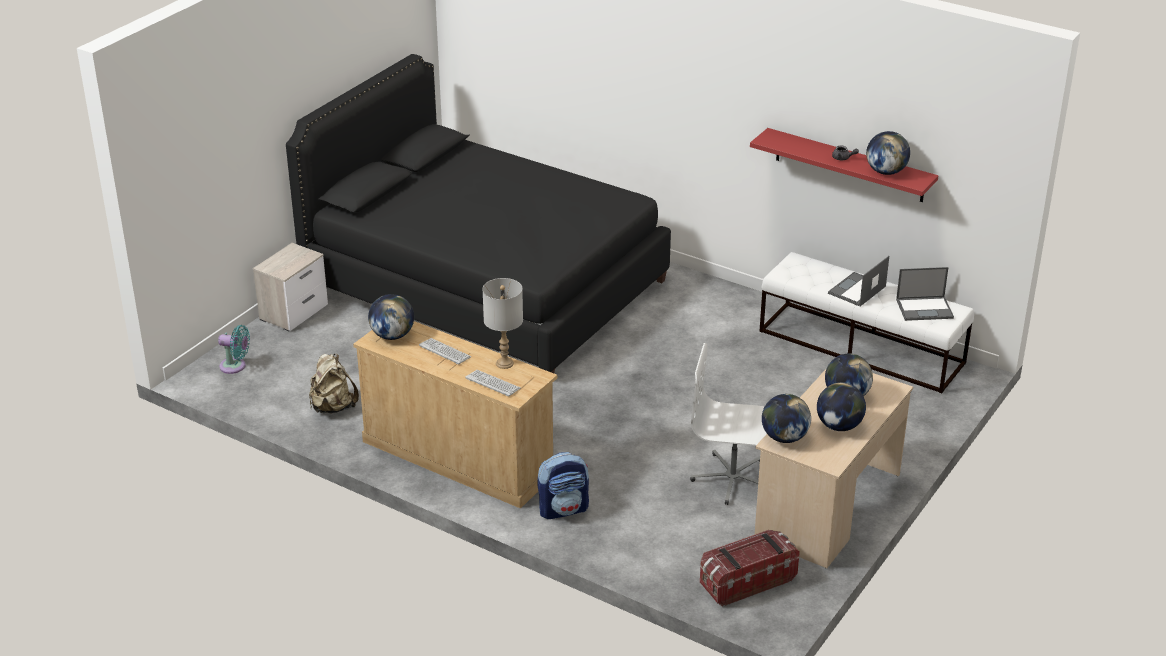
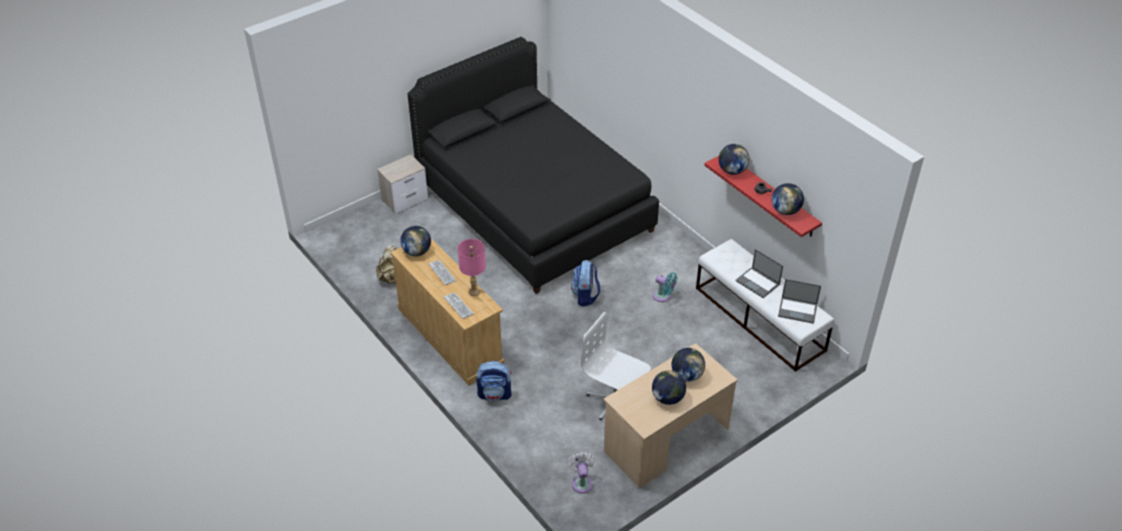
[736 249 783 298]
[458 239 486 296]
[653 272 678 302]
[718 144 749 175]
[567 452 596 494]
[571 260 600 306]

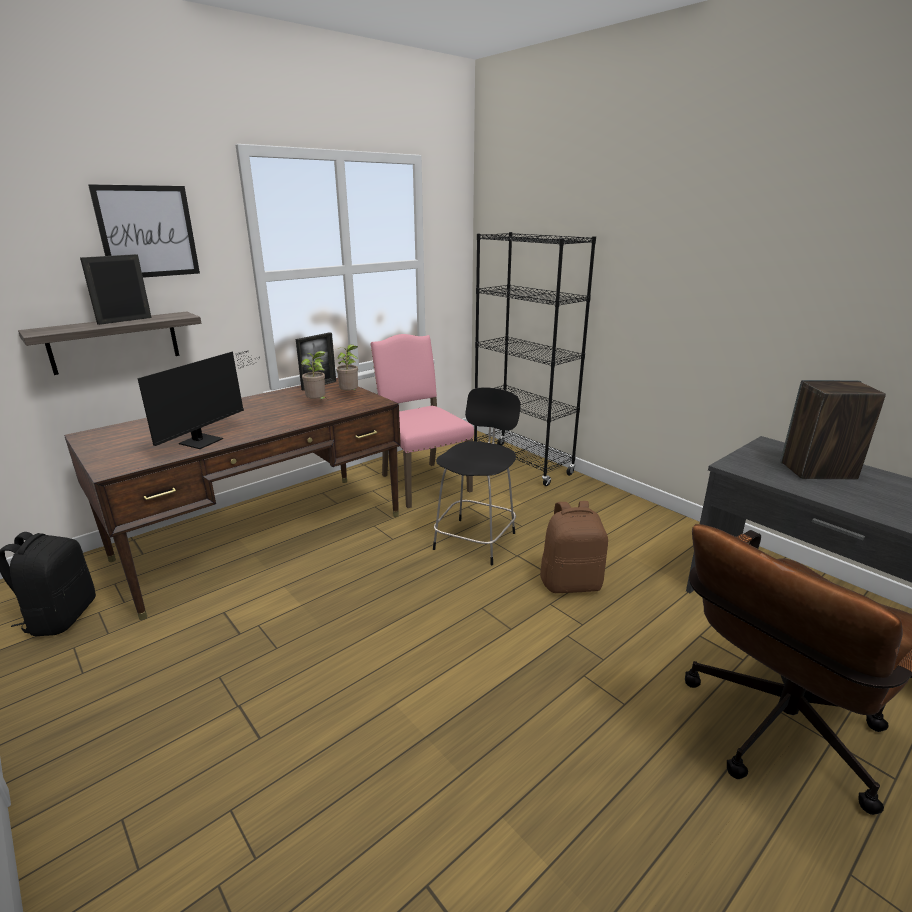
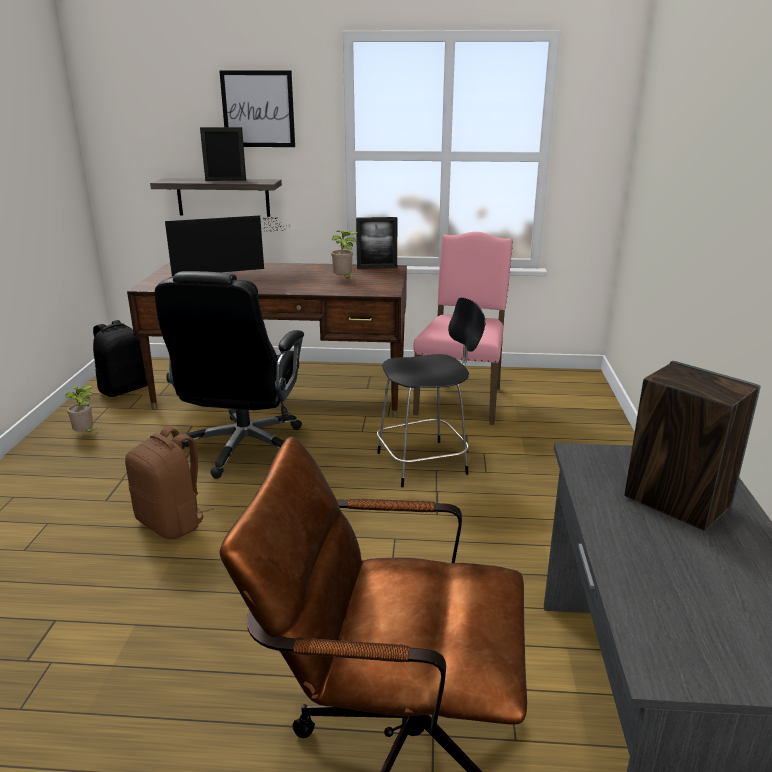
[474 232 596 486] (first image)
[65 385 98 432]
[125 427 214 539]
[155 271 304 479]

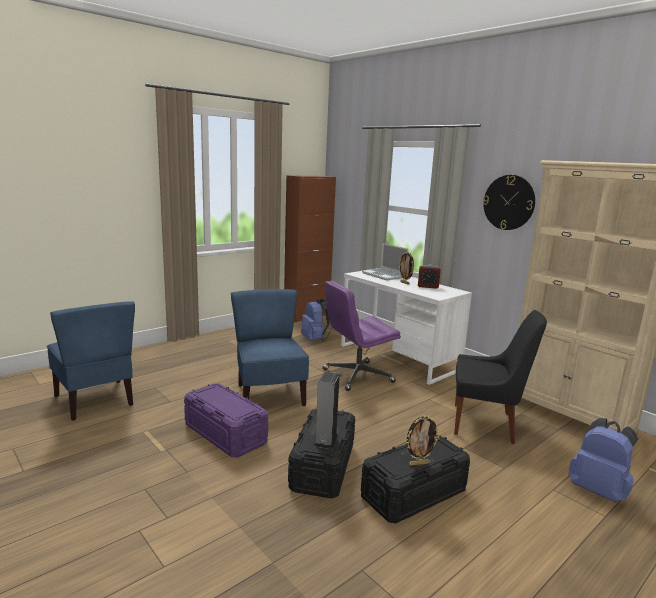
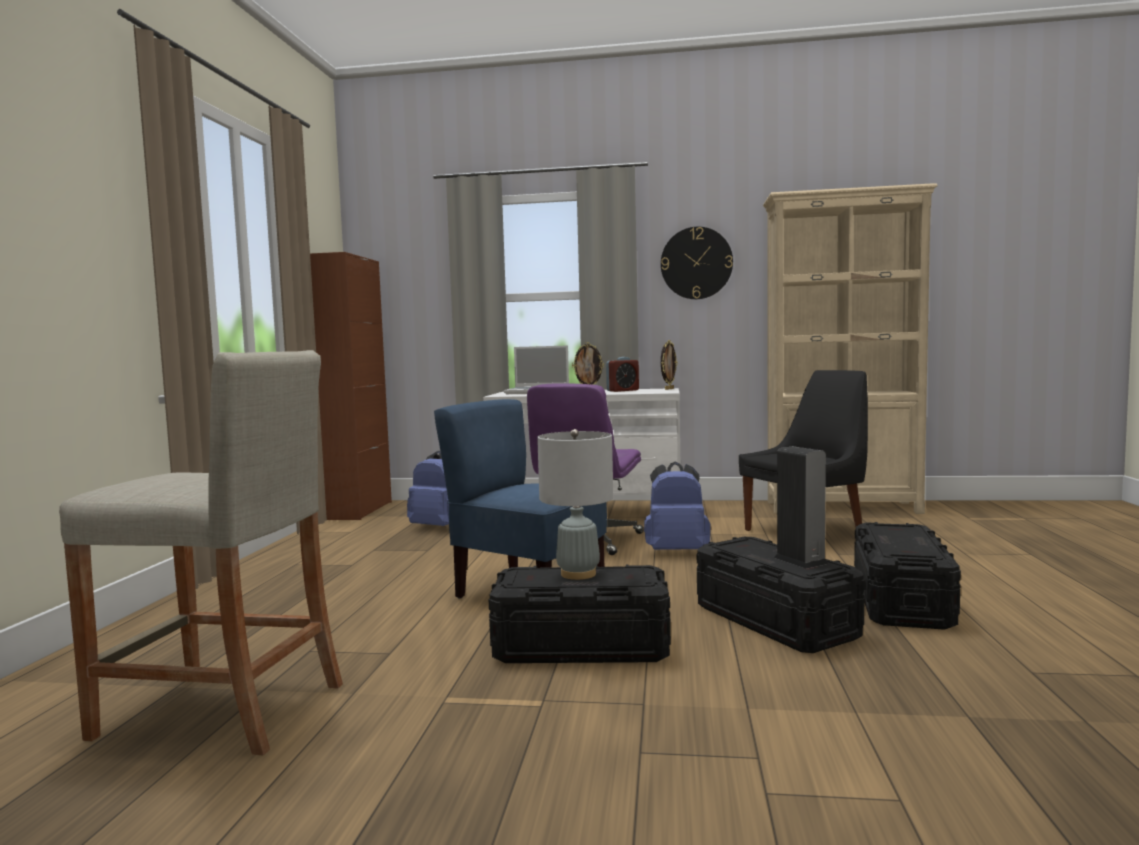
[59 350 343 756]
[489 564 671 663]
[661 340 678 390]
[644 462 711 550]
[537 429 613 580]

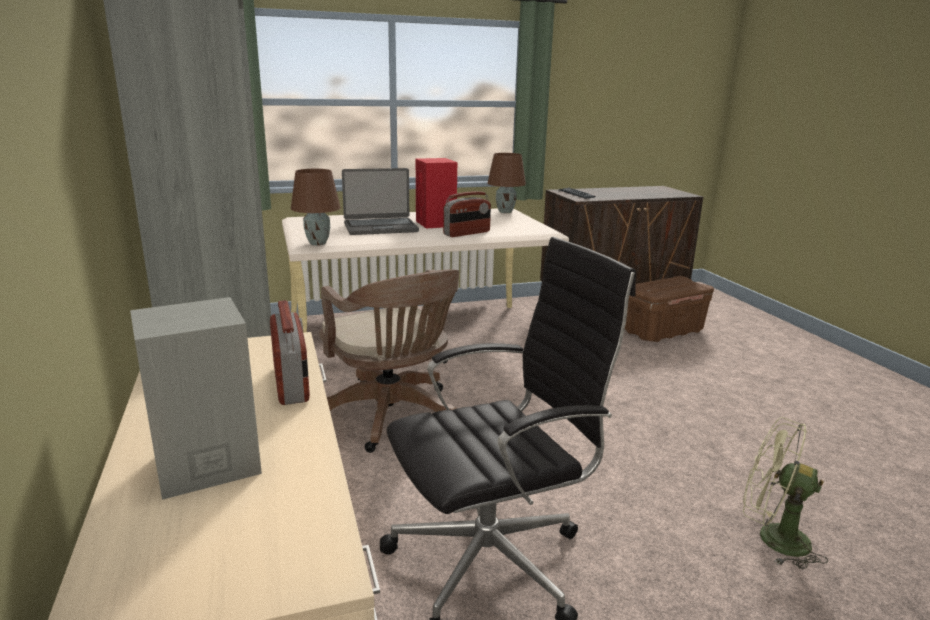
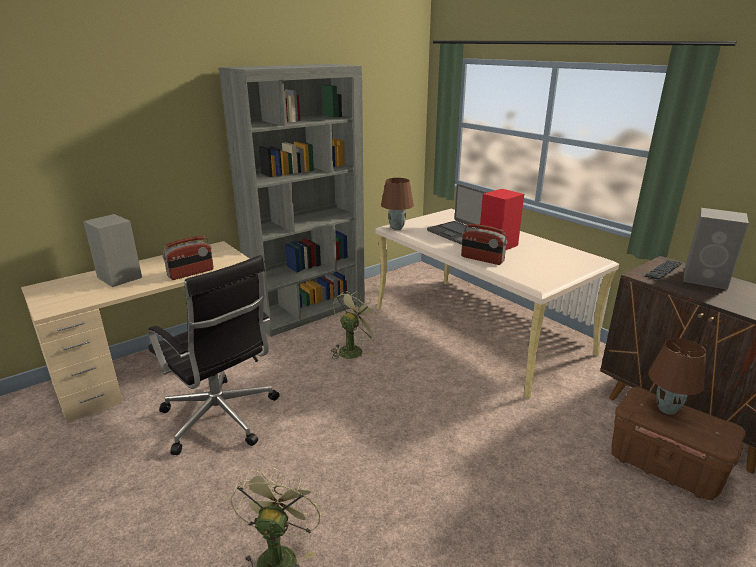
[648 338 706 414]
[331 291 381 359]
[683 208 749 290]

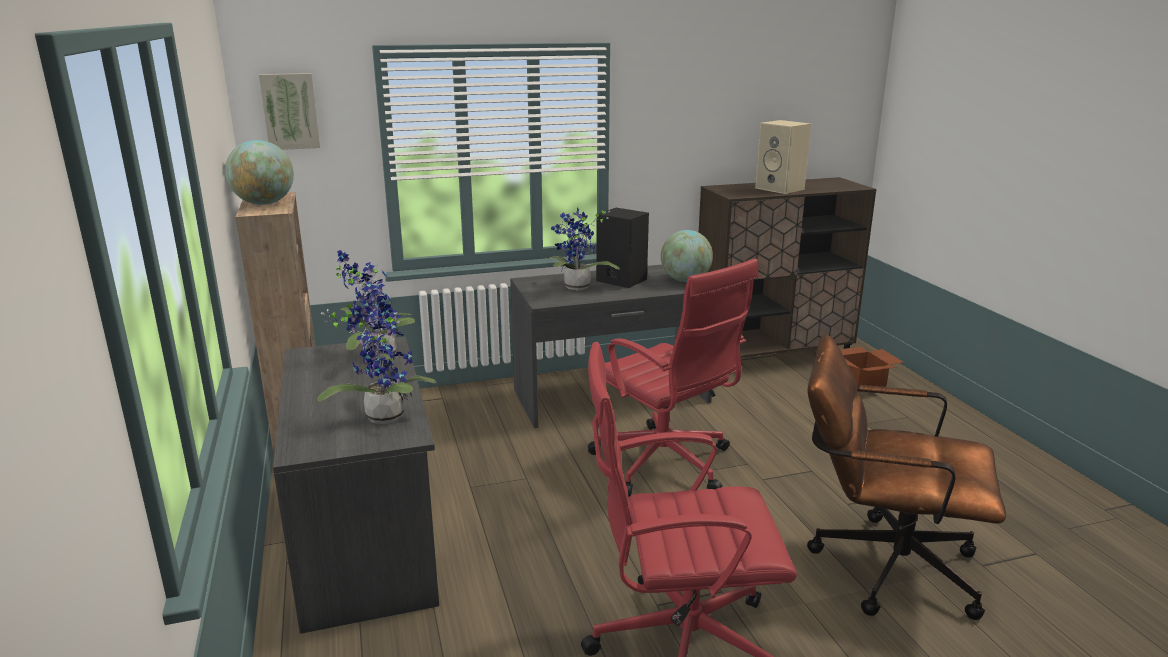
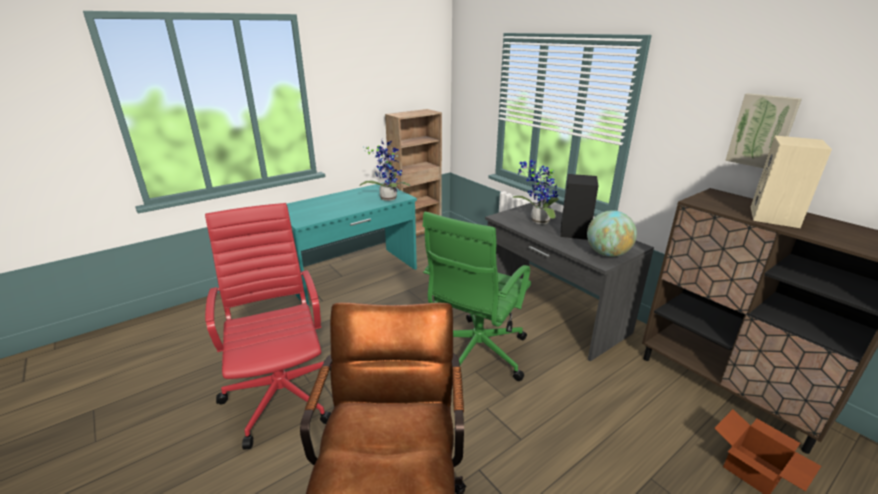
[725 93 802 168]
[225 140 294 205] (first image)
[423 212 531 385]
[317 287 436 424] (first image)
[287 182 417 305]

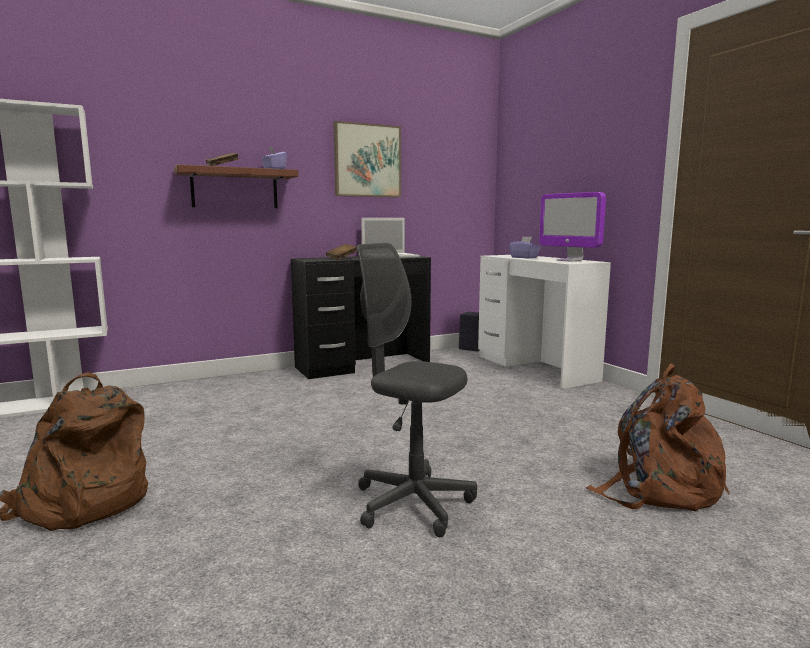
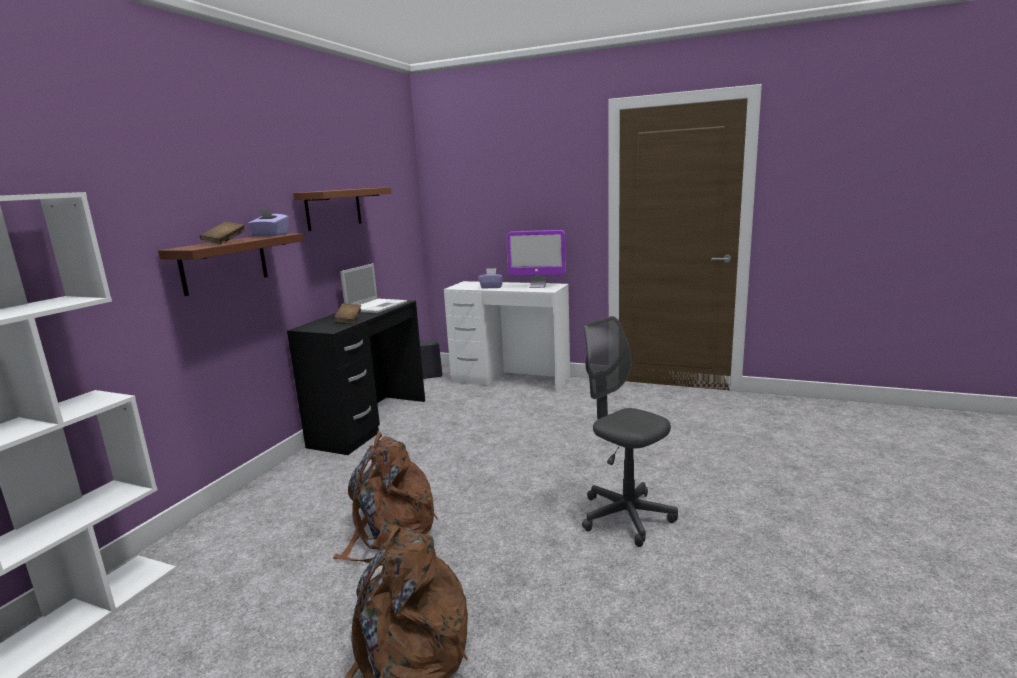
[293 187 391 231]
[582 316 678 547]
[333 431 438 563]

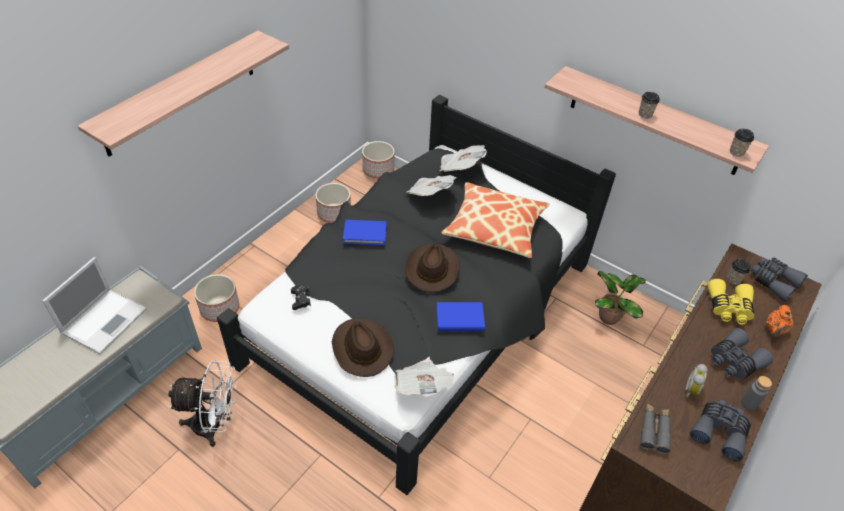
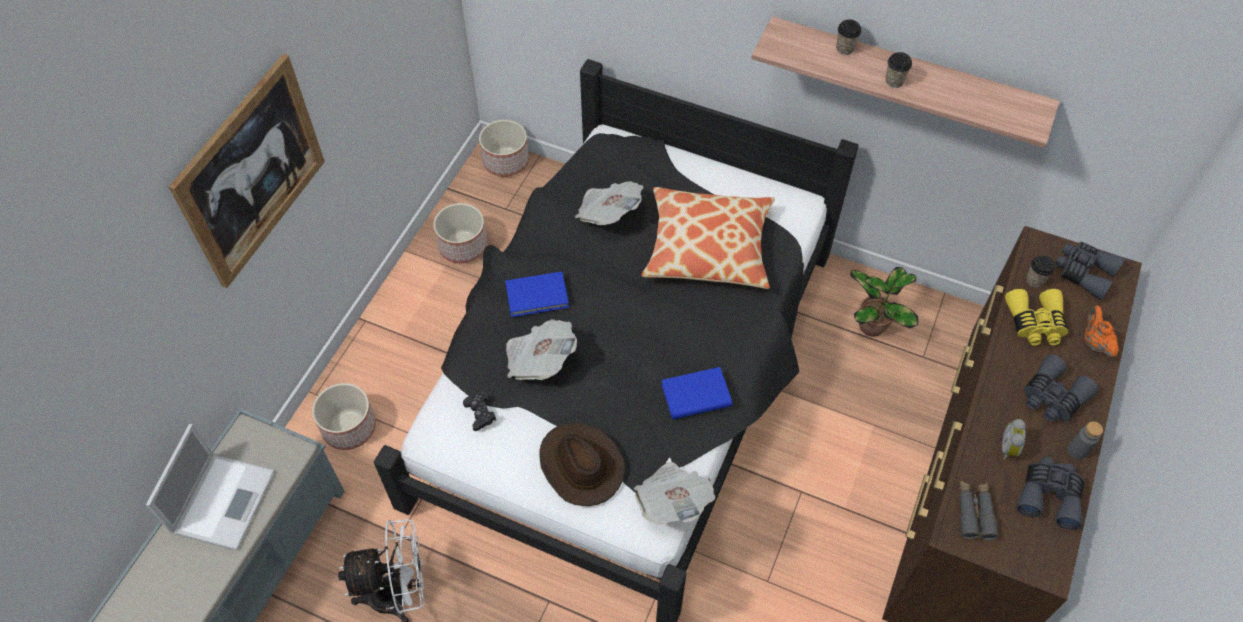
[169 54 325 288]
[836 19 862 55]
[506 319 577 380]
[405 243 460 293] (first image)
[1084 305 1119 358]

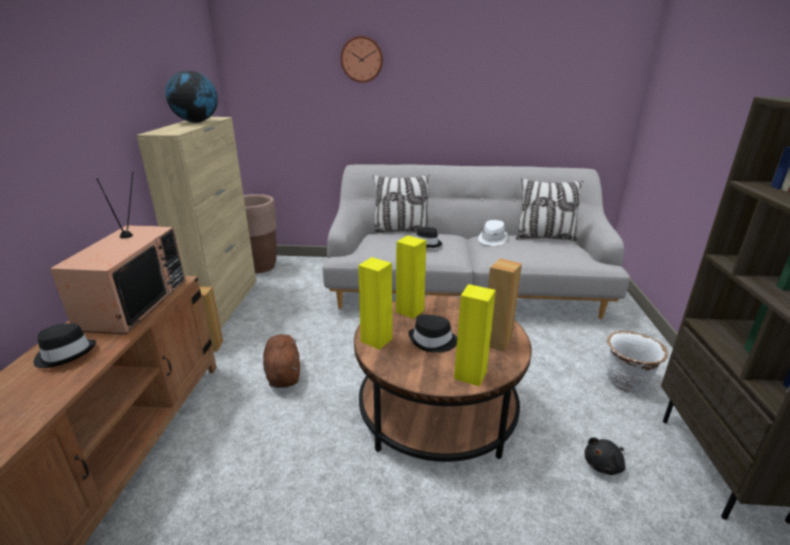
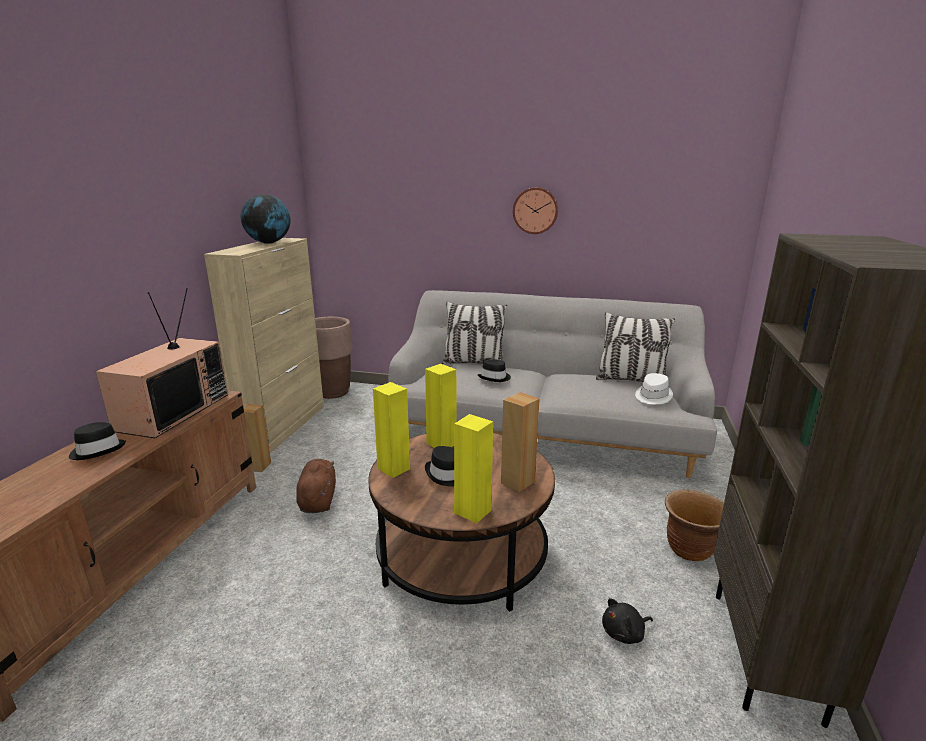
[513 187 558 234]
[635 373 673 404]
[665 490 724 561]

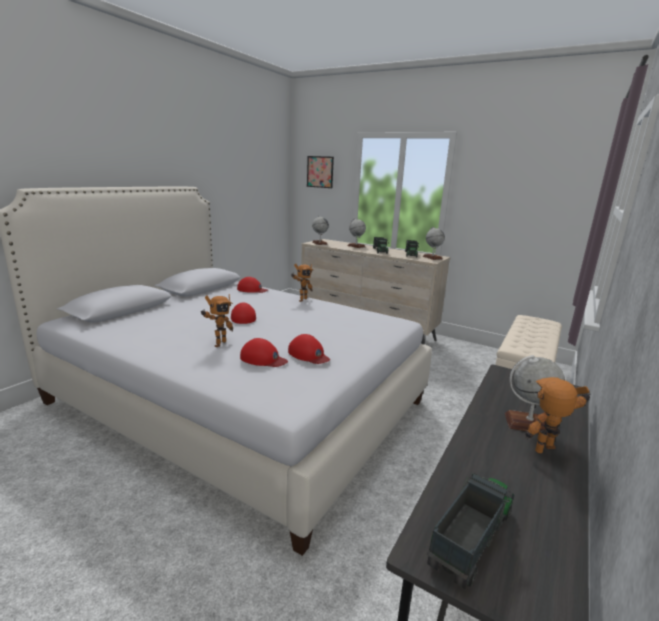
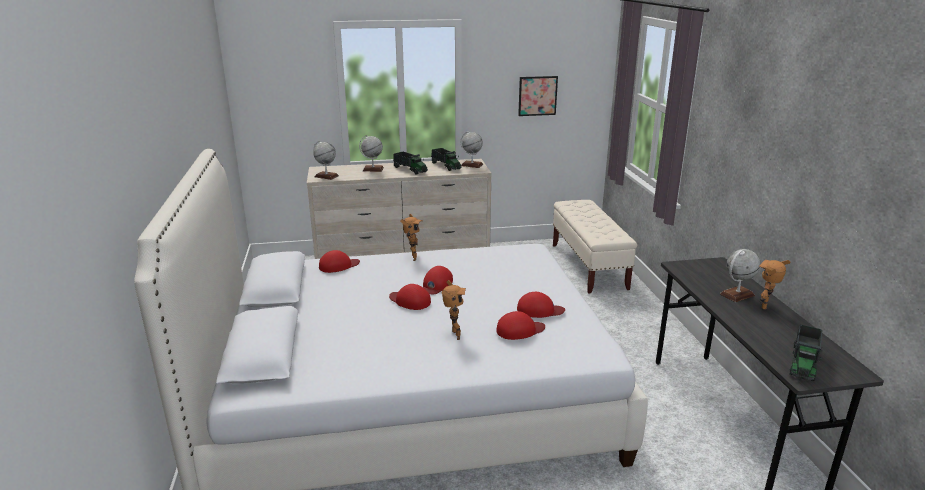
[518 76 558 116]
[790 325 823 381]
[423 266 453 294]

